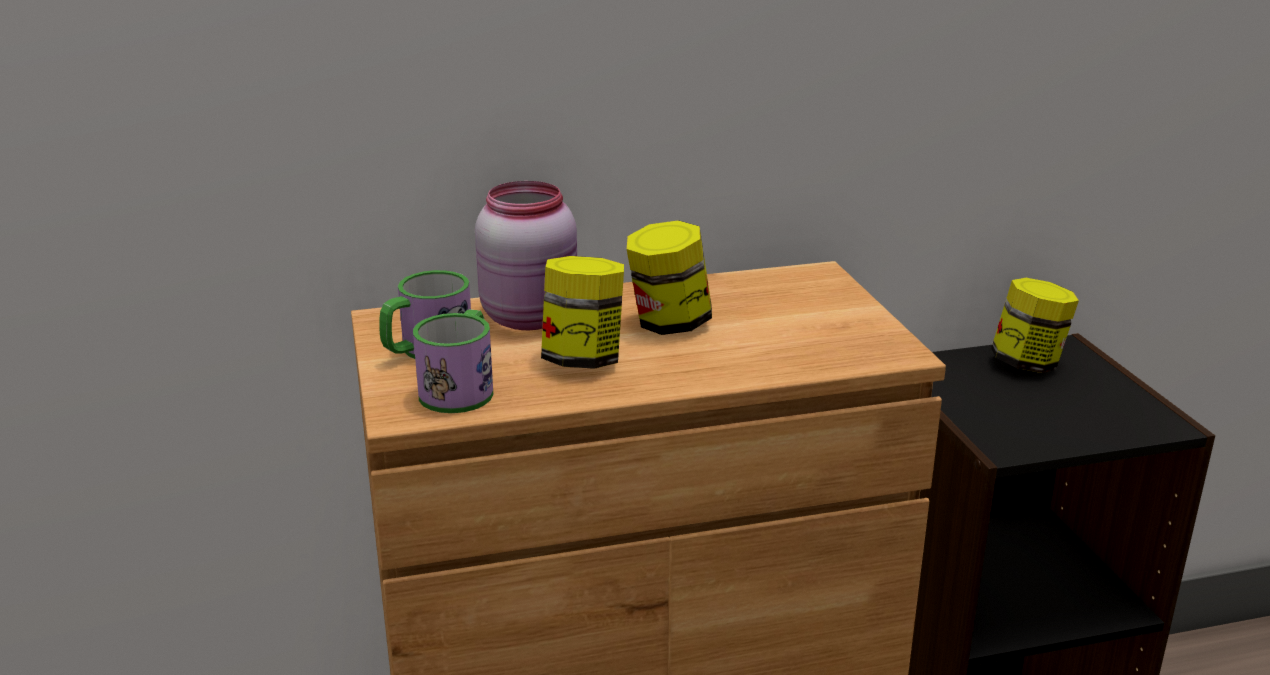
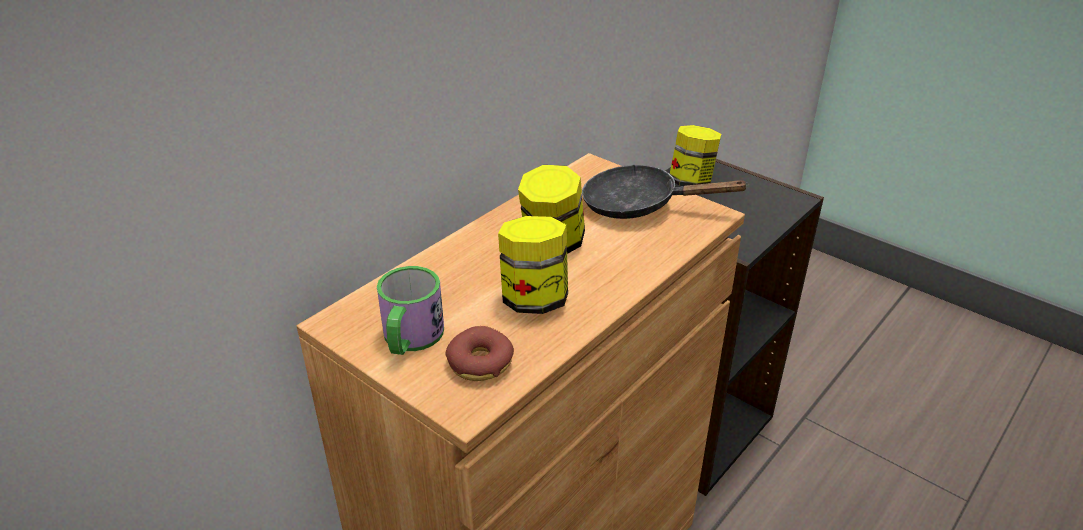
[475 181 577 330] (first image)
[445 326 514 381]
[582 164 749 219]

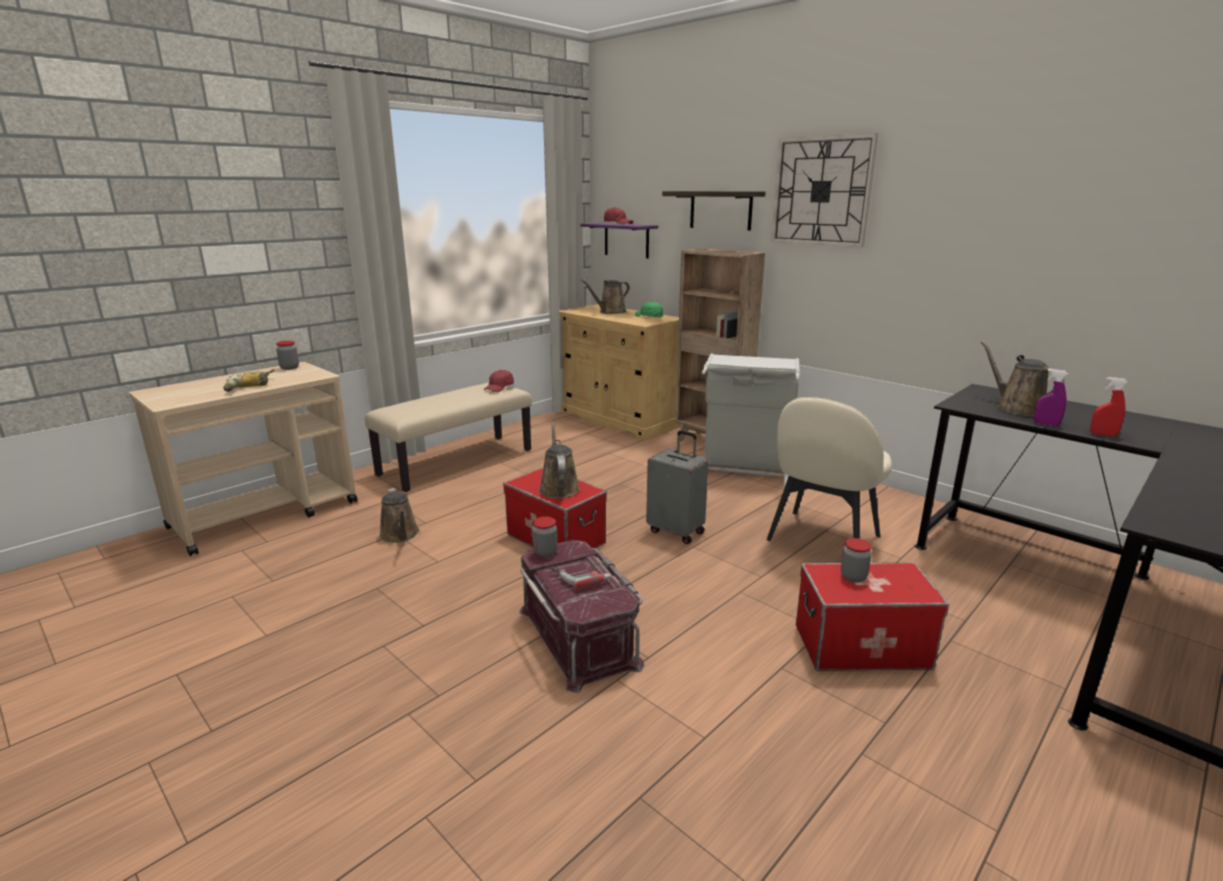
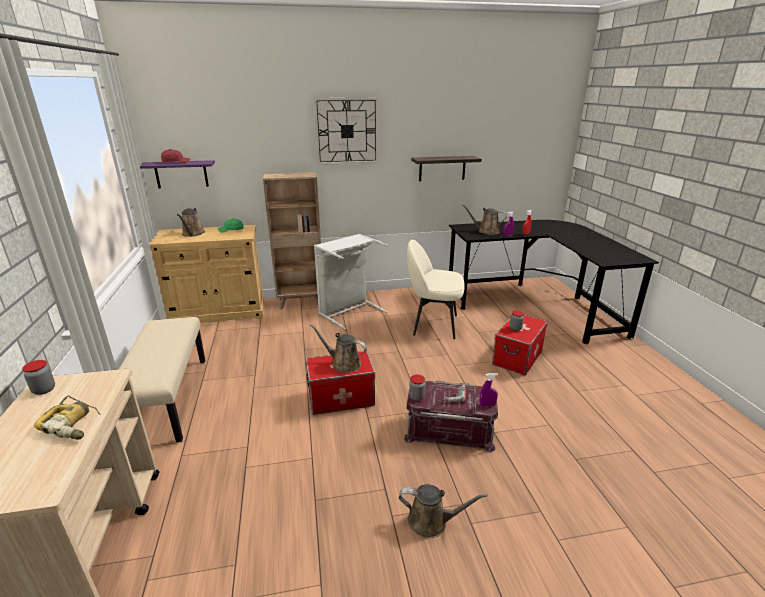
[411 156 482 181]
[484 370 514 392] (first image)
[407 240 465 339]
[646 430 709 544] (first image)
[399 484 487 539]
[480 373 498 407]

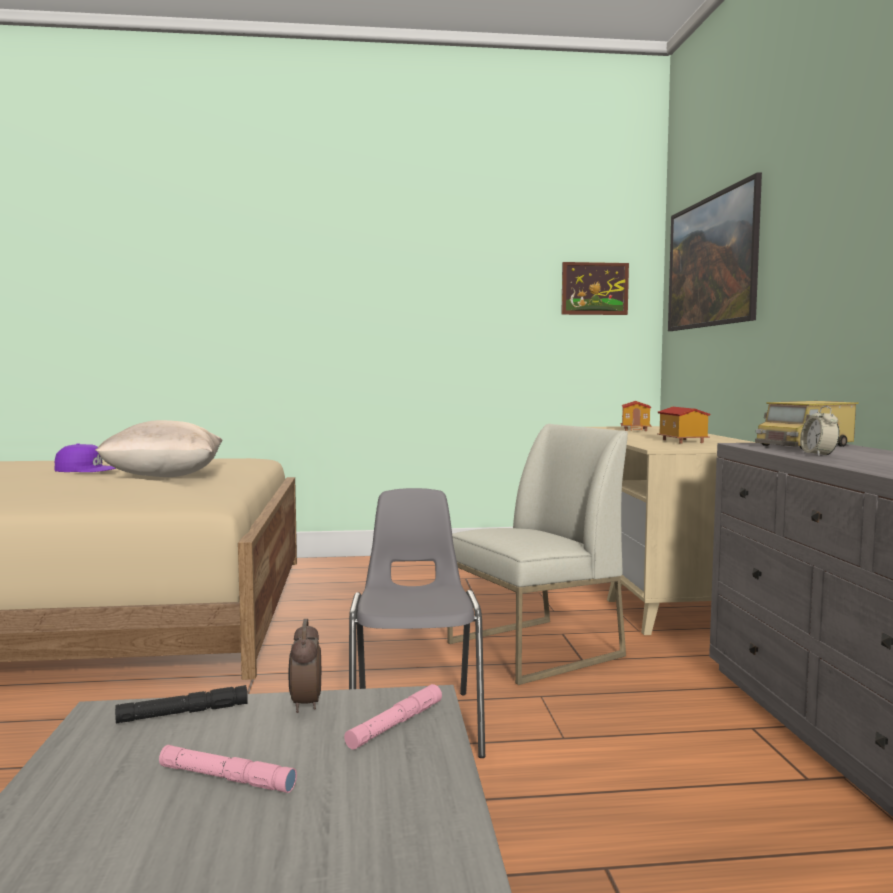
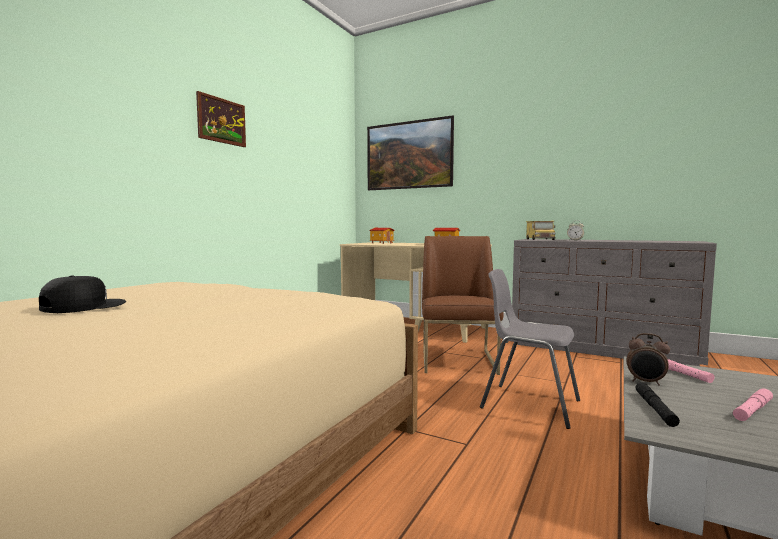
[196 91 246 147]
[95 420 223 477] (first image)
[422 236 504 375]
[39 275 126 313]

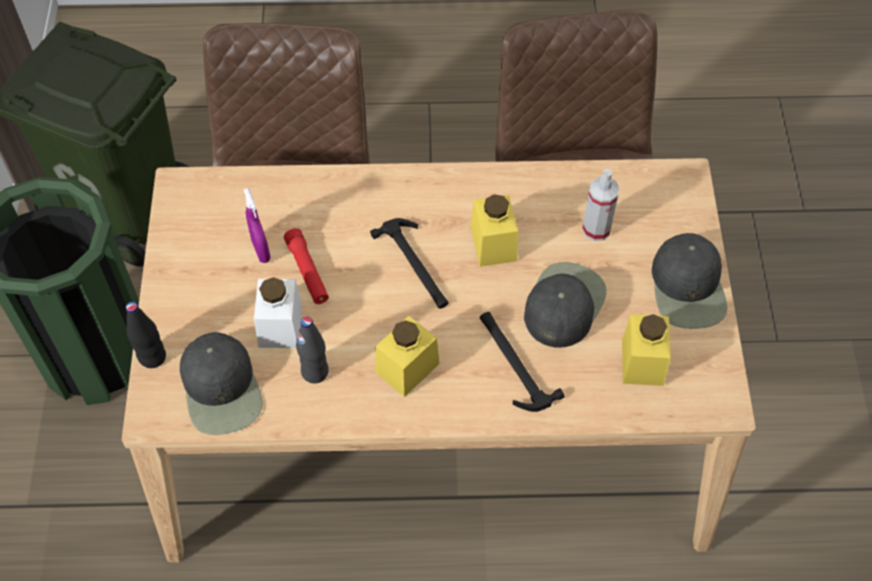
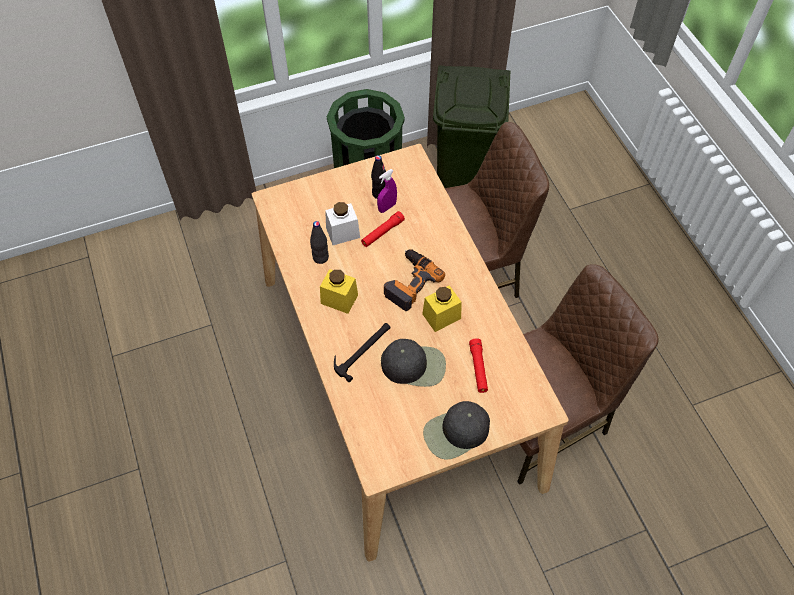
[469 339 488 393]
[384 249 445 311]
[371 155 386 199]
[622 314 671 386] (first image)
[180 332 263 435] (first image)

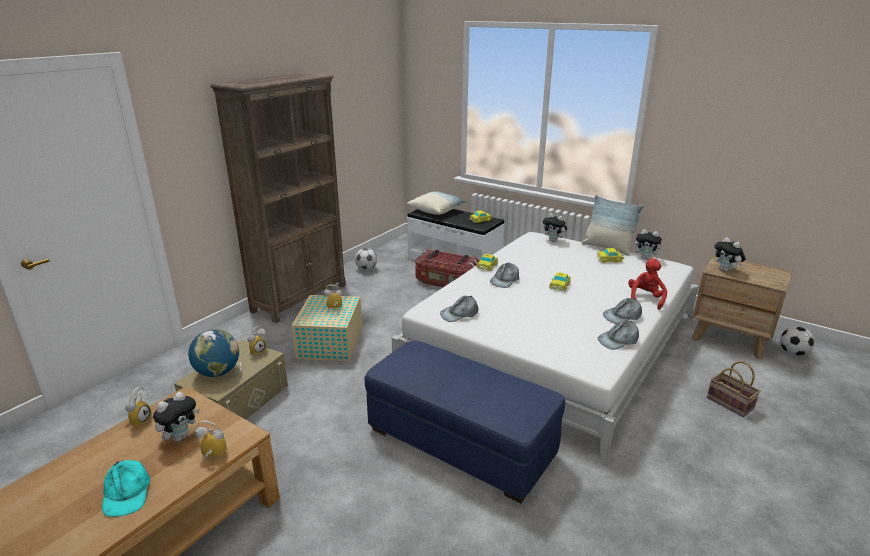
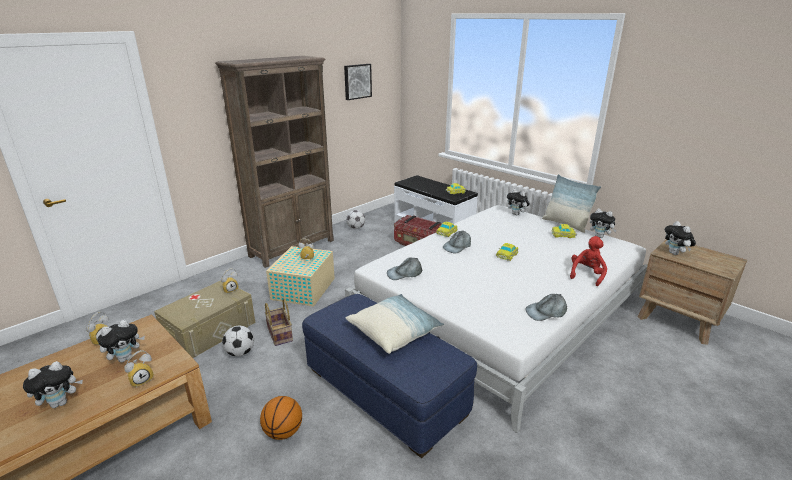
[346 294 444 354]
[603 298 642 324] (first image)
[222 326 254 357]
[188 329 239 377] (first image)
[265 298 293 346]
[124 350 154 388]
[23 361 83 408]
[344 64 372 100]
[260 396 302 440]

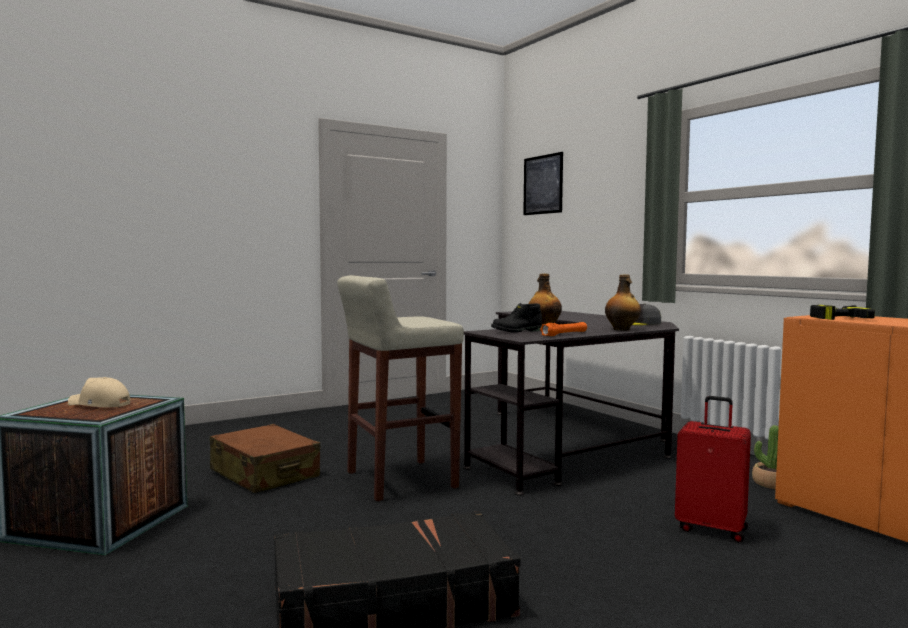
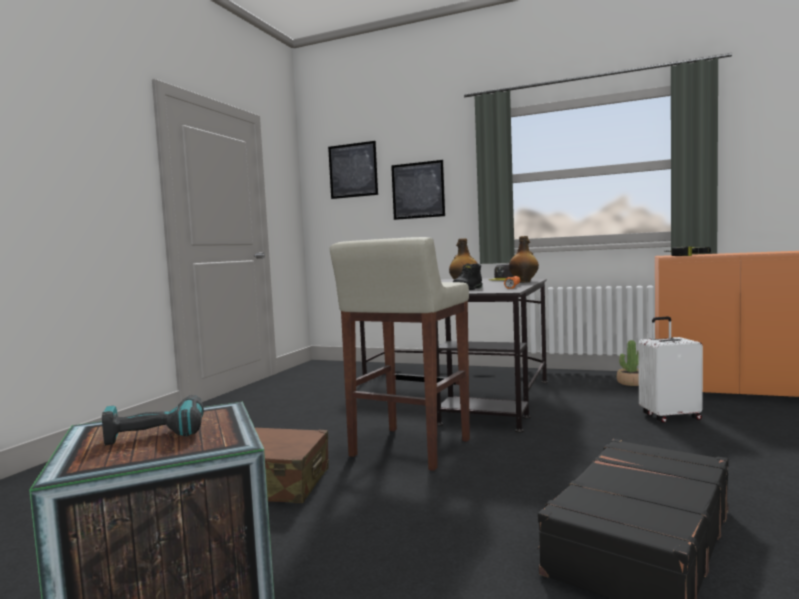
[102 395 204 445]
[638 317 703 423]
[391 160 445 220]

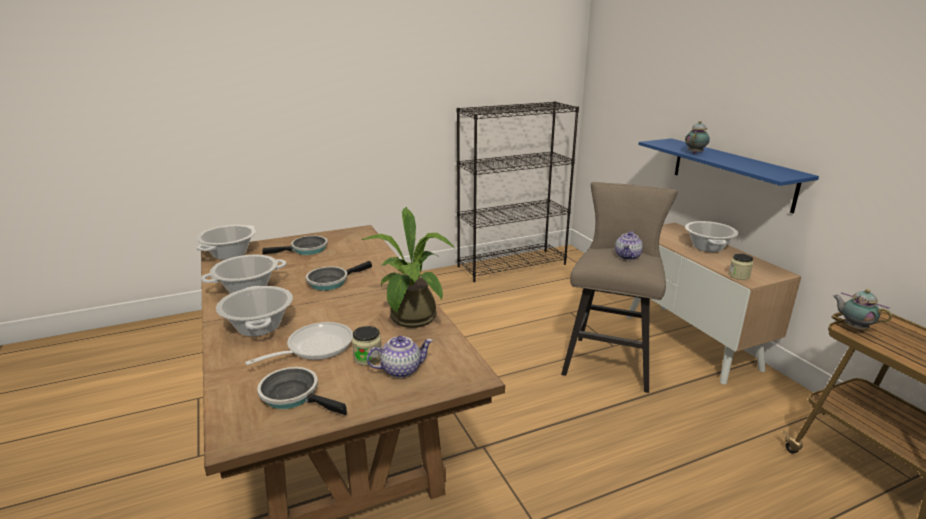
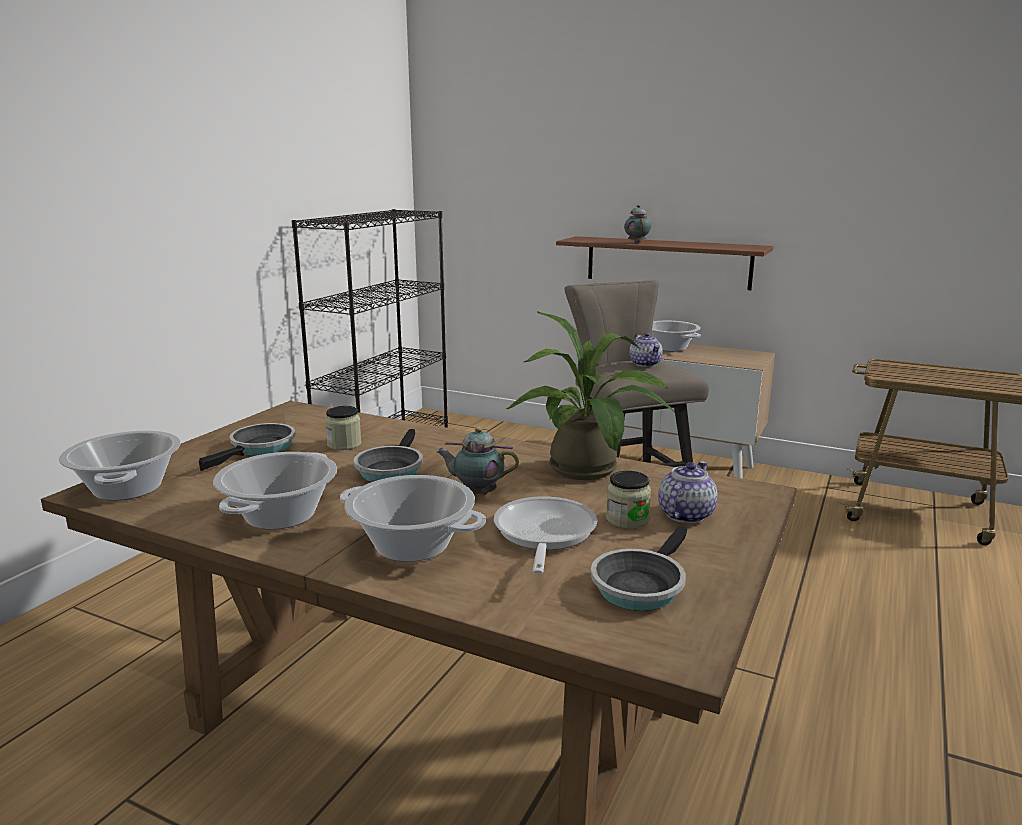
[556 236 773 290]
[325 406 361 450]
[436 427 519 495]
[591 526 688 611]

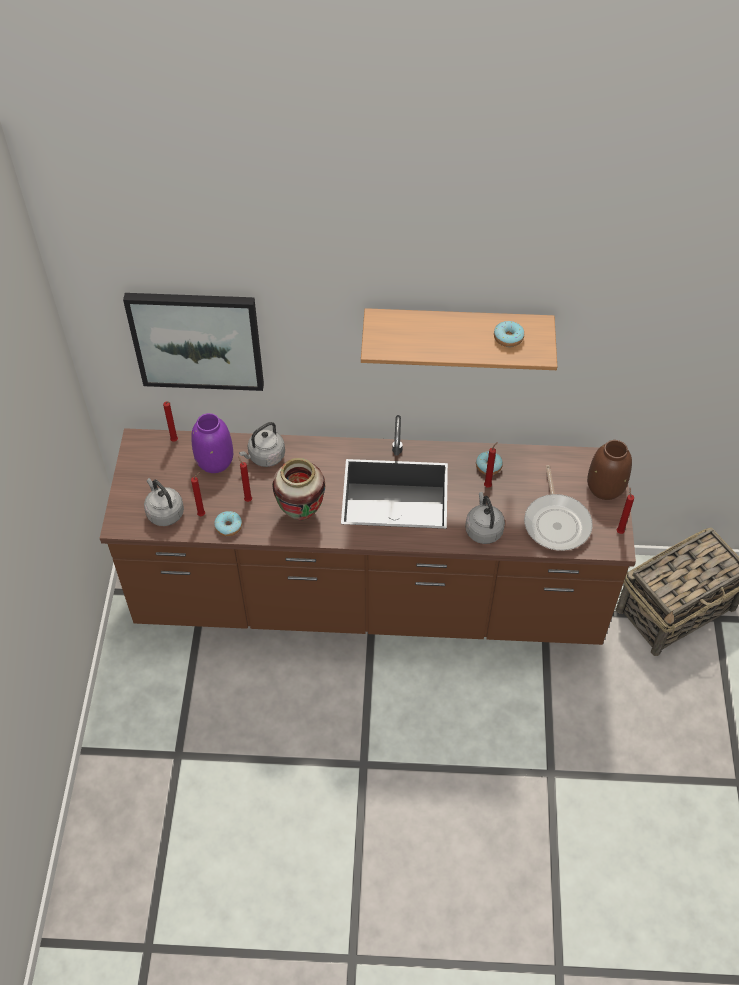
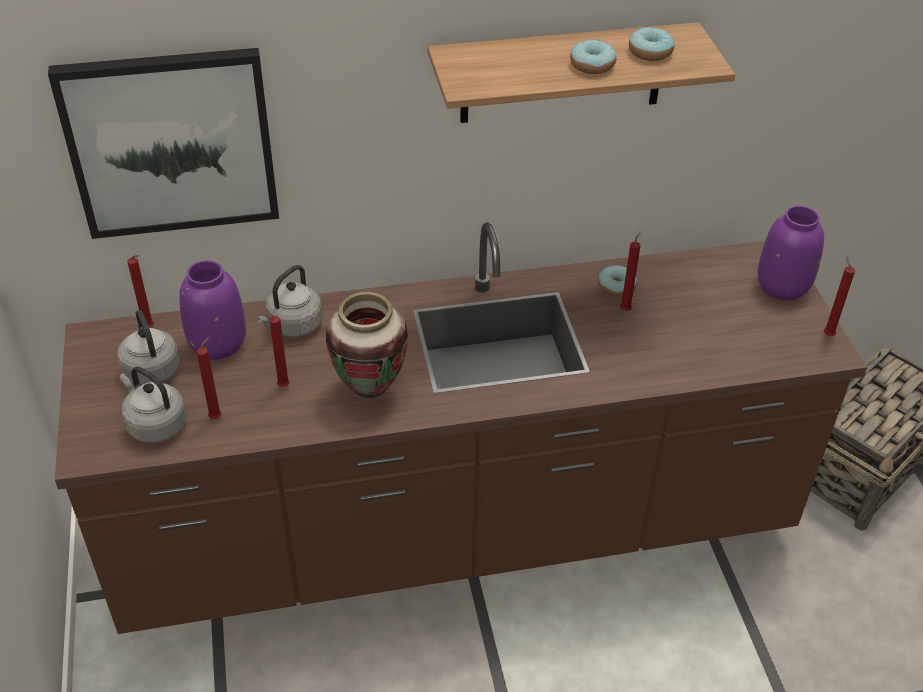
[758 206 824 300]
[524 465 593 551] (first image)
[117 310 180 385]
[570 40 616 74]

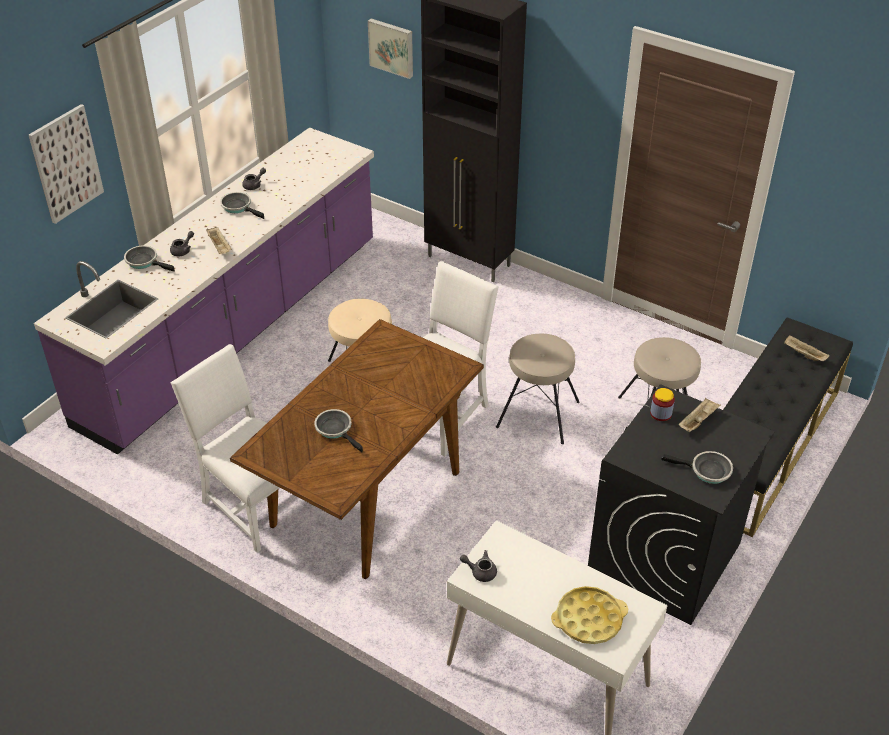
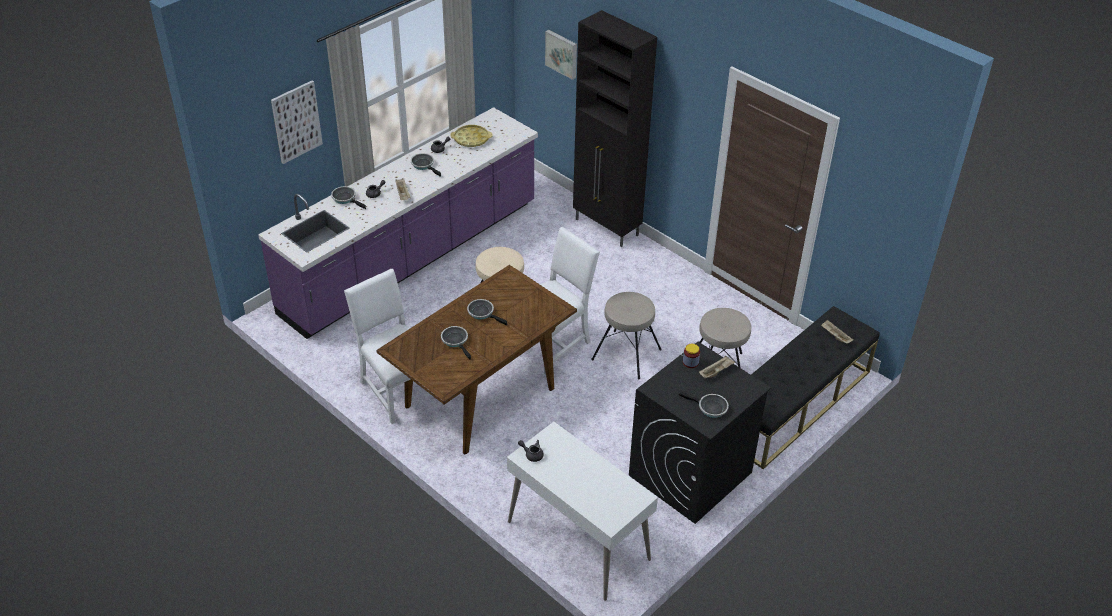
[450 125 493 147]
[467 299 507 325]

